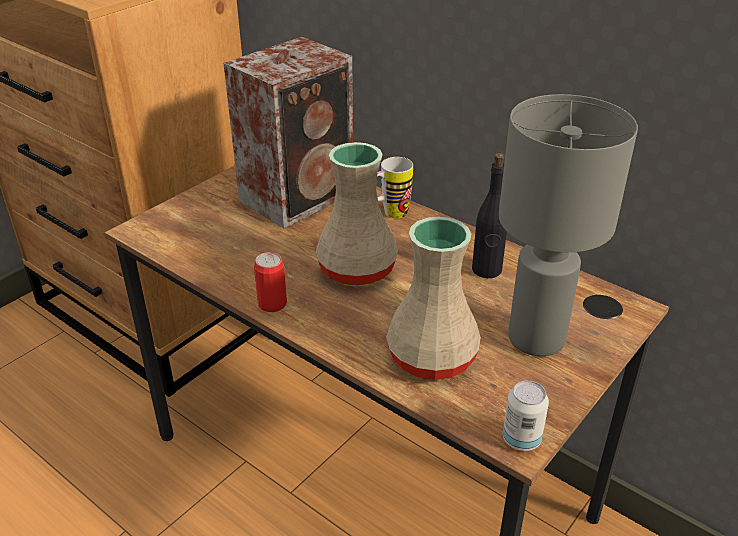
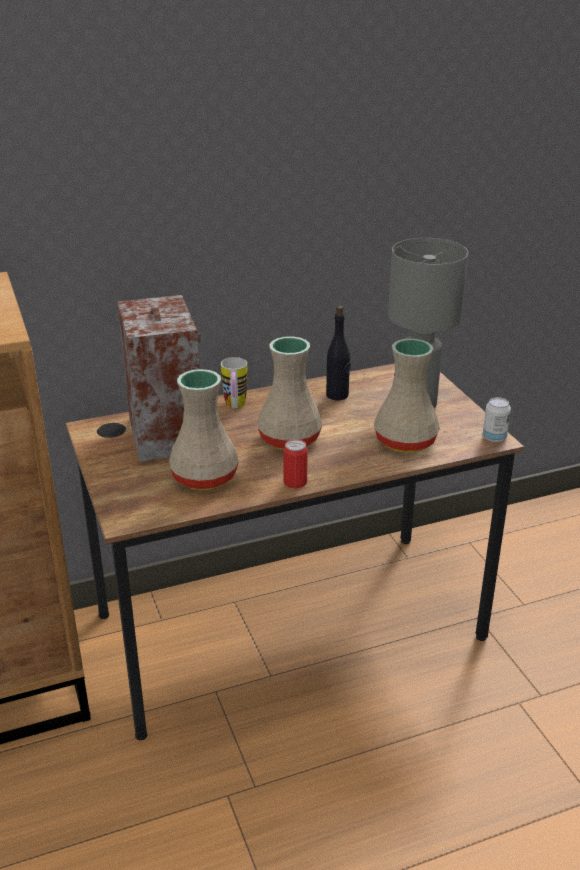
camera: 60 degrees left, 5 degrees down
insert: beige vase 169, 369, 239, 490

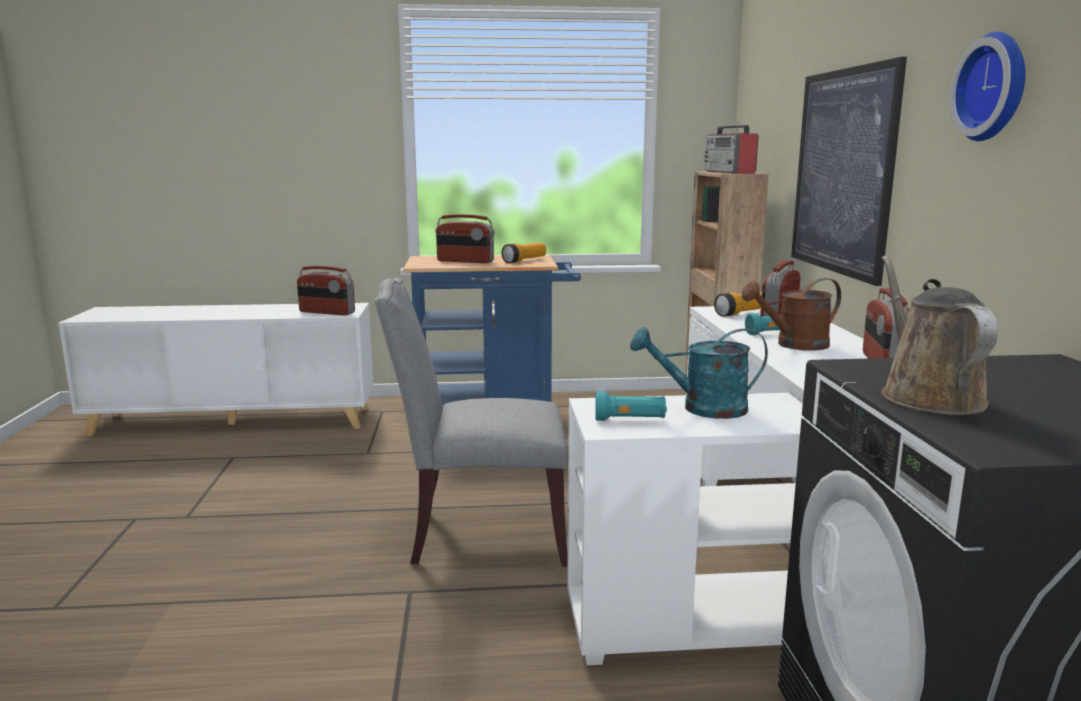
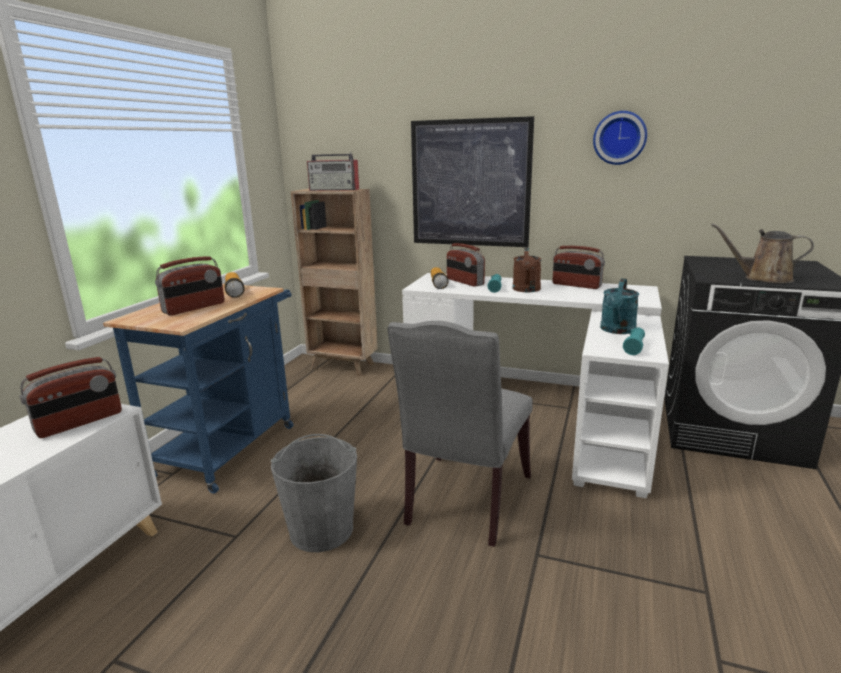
camera: 65 degrees left, 5 degrees up
insert: grey bucket 271, 434, 357, 552

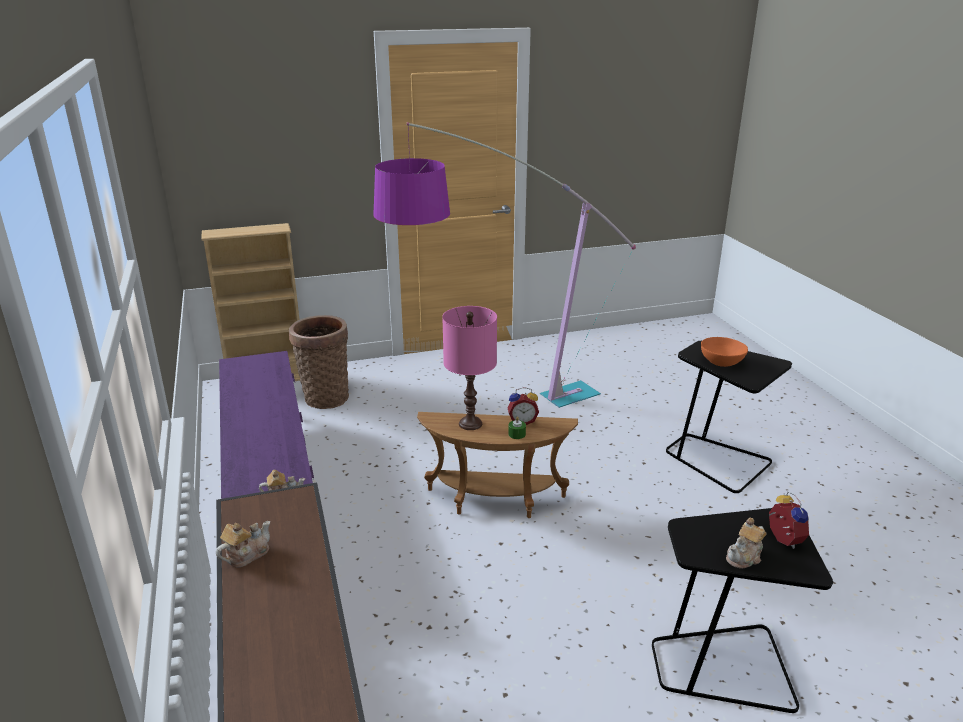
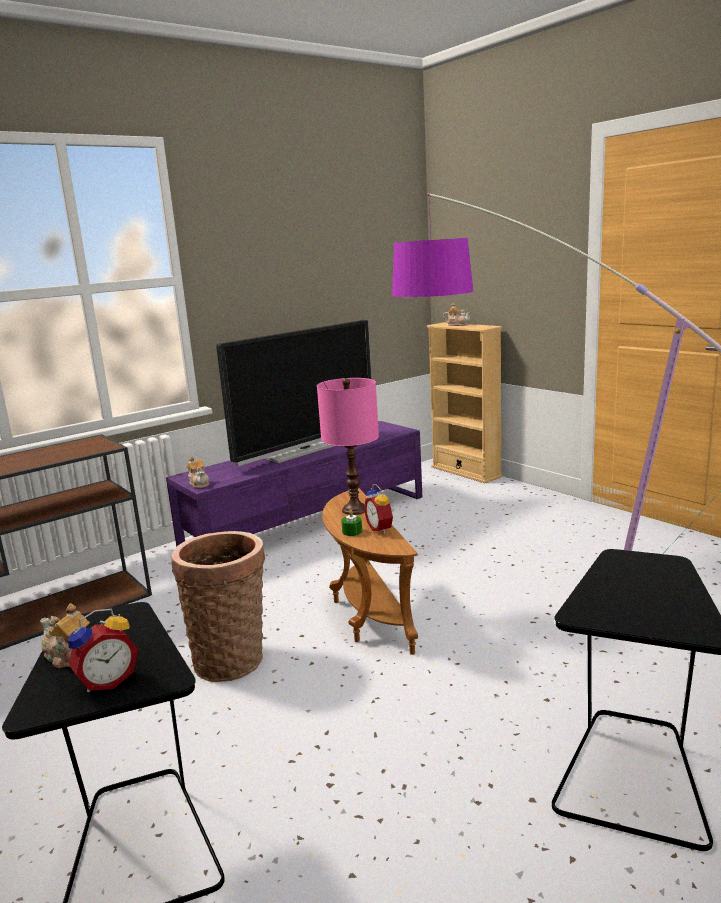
camera: 70 degrees right, 10 degrees down
delete: orange bowl 701, 337, 748, 367
insert: television 216, 320, 372, 466
move: basket 289, 315, 349, 409 to 171, 531, 265, 682; teapot 216, 521, 270, 568 to 443, 303, 471, 326

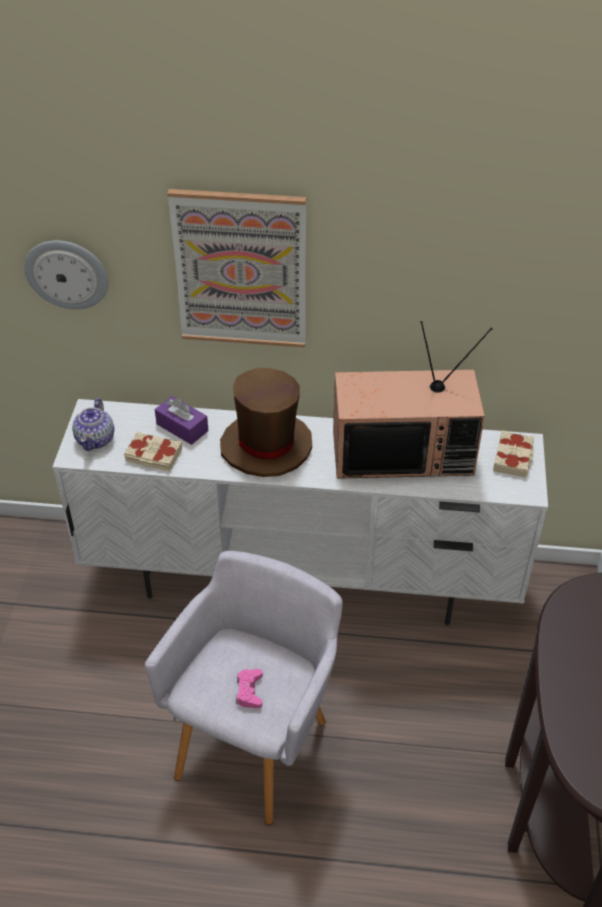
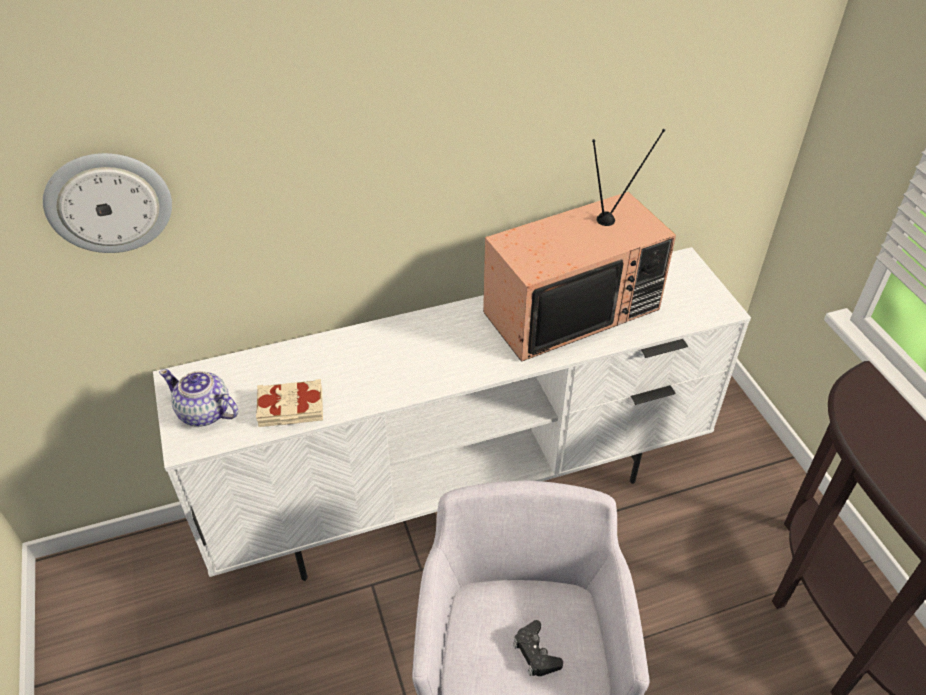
camera: 25 degrees left, 0 degrees up
delete: picture 167, 189, 306, 348; brown hat 220, 368, 312, 477; purple tissue box 155, 396, 208, 445; beige book 493, 430, 534, 478
recolor: pink game controller 236, 669, 263, 708 to black game controller 513, 620, 563, 676
rotate: teapot 72, 398, 114, 451 = 159, 369, 238, 426 135 degrees clockwise

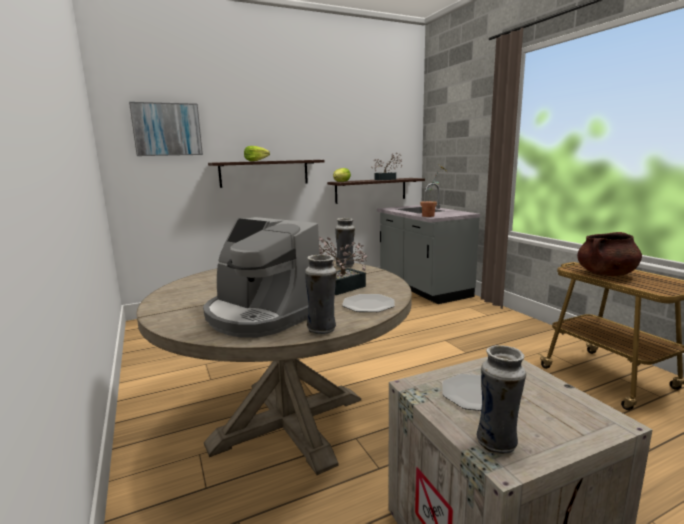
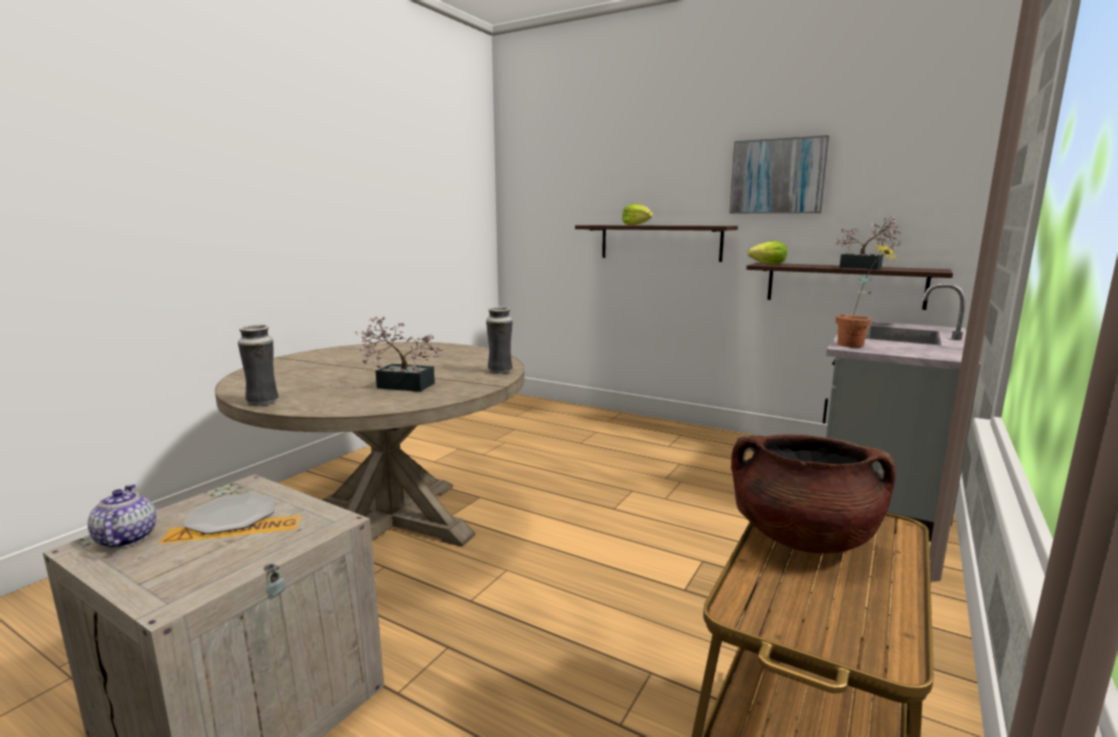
camera: 55 degrees right, 0 degrees up
delete: coffee machine 203, 217, 319, 338; plate 342, 294, 395, 312
move: picture 129, 102, 203, 156 to 729, 135, 829, 214
replace: vase 477, 345, 526, 455 to teapot 87, 484, 156, 548

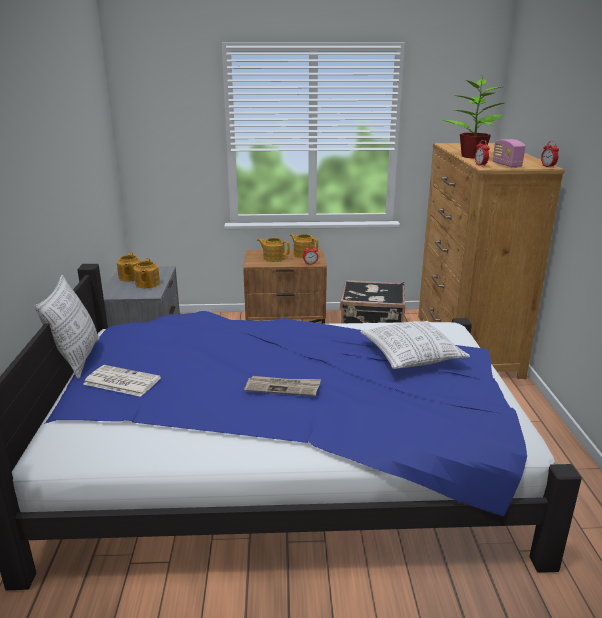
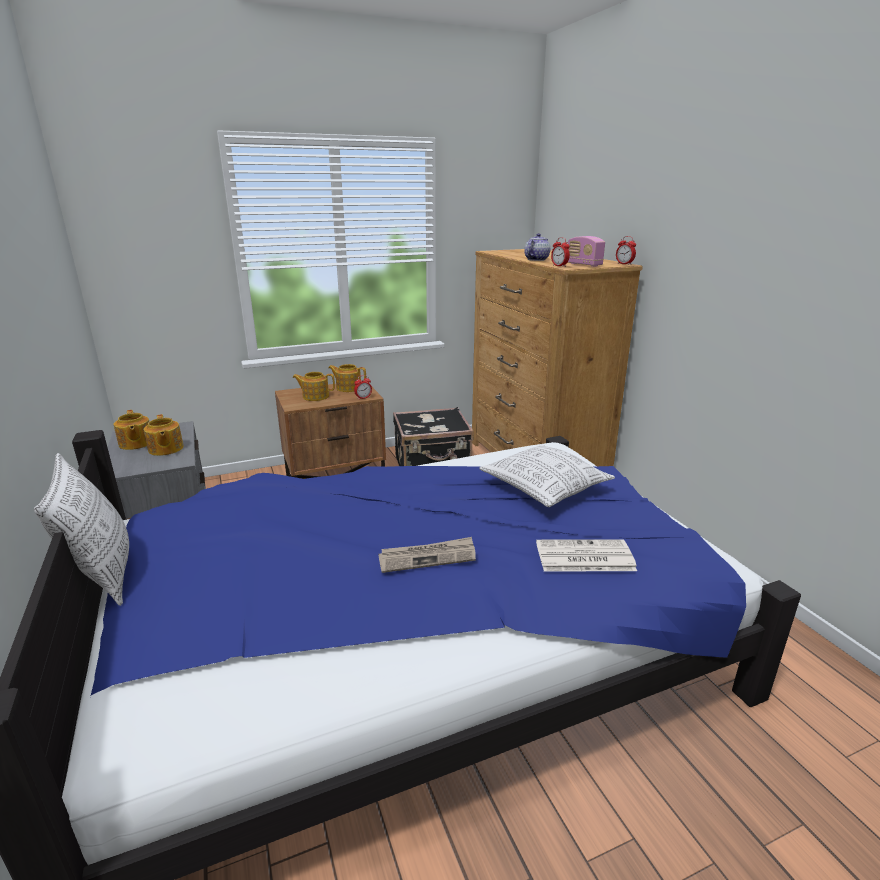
camera: 20 degrees left, 0 degrees up
move: newspaper 83, 365, 161, 397 to 536, 539, 637, 572
replace: potted plant 443, 79, 504, 159 to teapot 524, 233, 550, 261

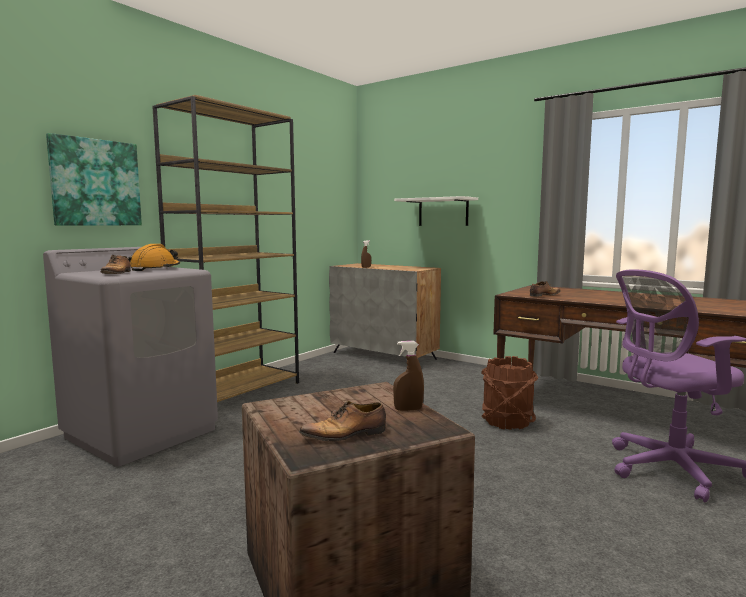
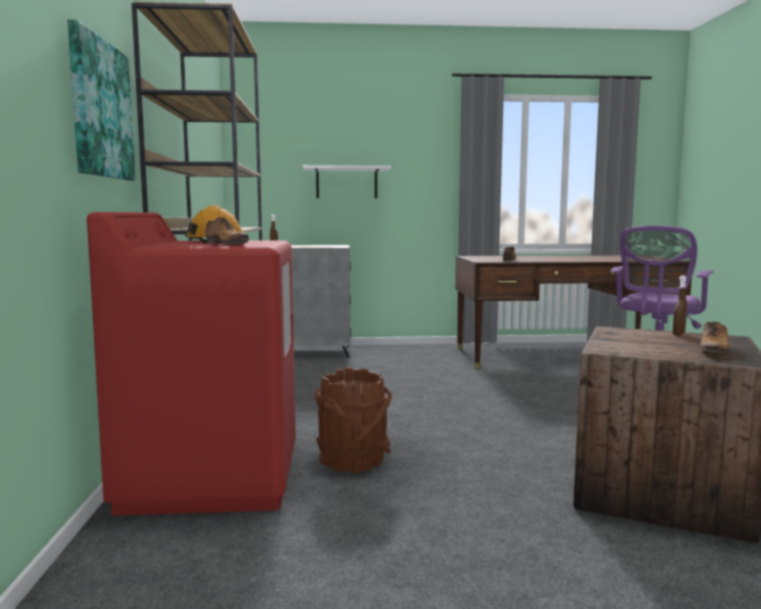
camera: 40 degrees left, 0 degrees up
move: brown bucket 481, 356, 538, 430 to 313, 367, 393, 473
recolor: grey washing machine 43, 247, 218, 467 to red washing machine 87, 212, 296, 516

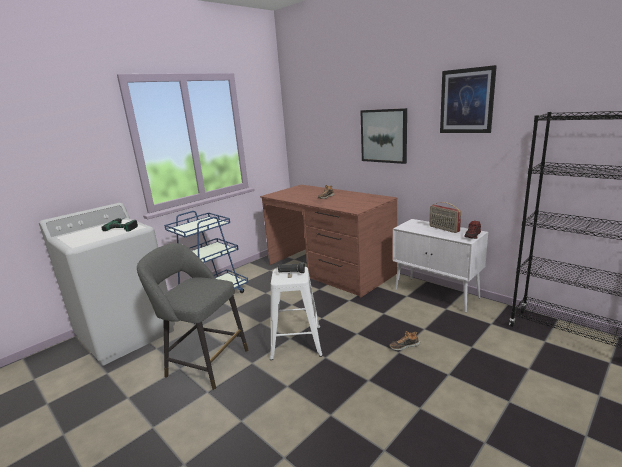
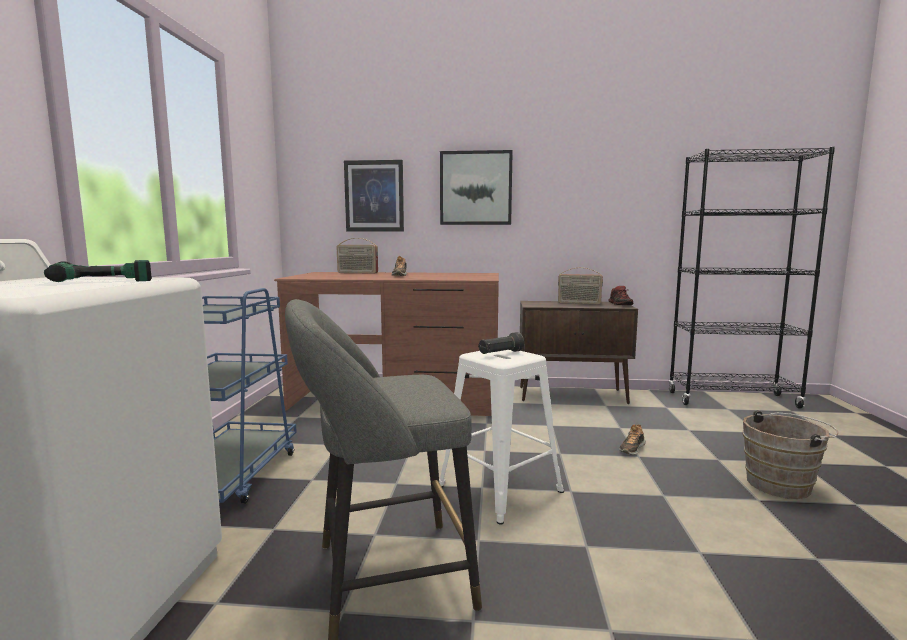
camera: 40 degrees left, 10 degrees down
insert: radio 337, 238, 378, 274; brown bucket 742, 411, 838, 499
move: picture 440, 65, 497, 133 to 344, 160, 404, 232
recolor: white cabinet 393, 219, 488, 313 to brown cabinet 520, 301, 638, 404

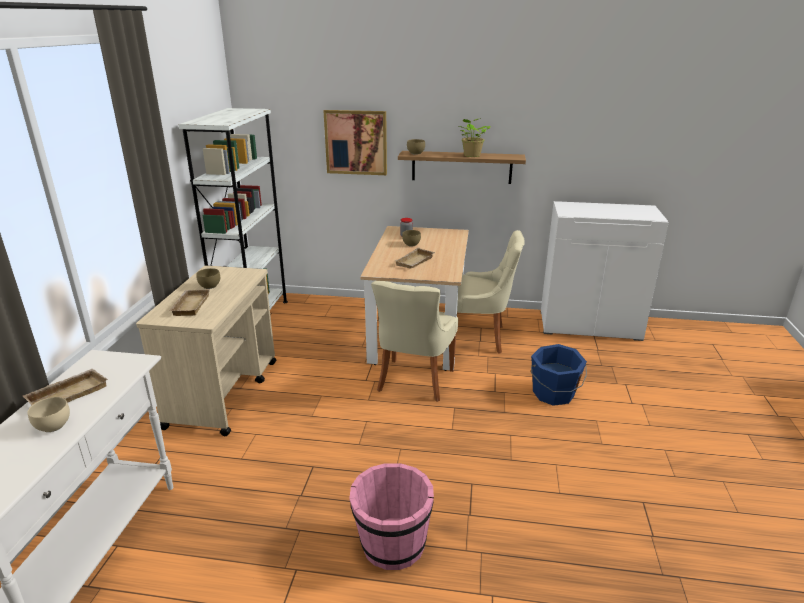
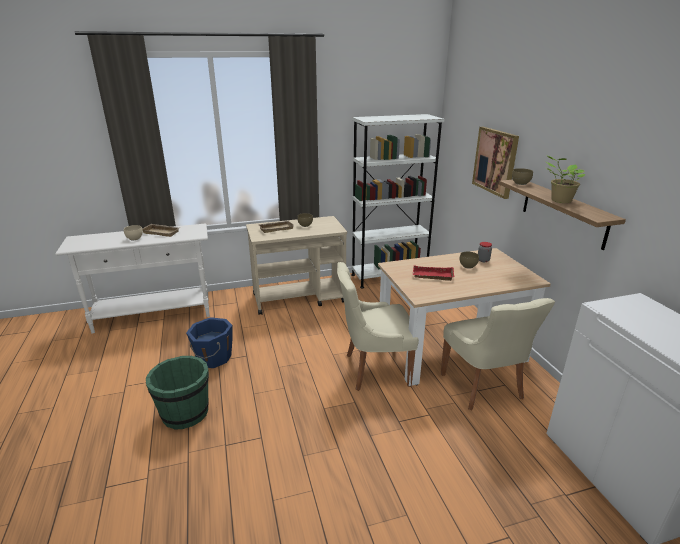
camera: 65 degrees right, 0 degrees up
move: blue bucket 531, 344, 587, 406 to 186, 317, 232, 368
recolor: beige tray 395, 247, 435, 269 to red tray 413, 265, 454, 281; pink bucket 349, 463, 434, 570 to green bucket 146, 356, 209, 430

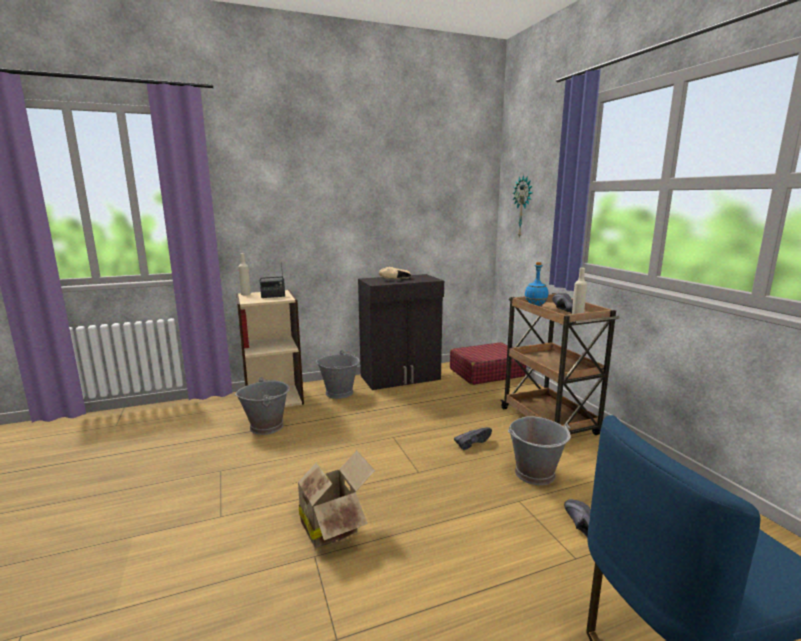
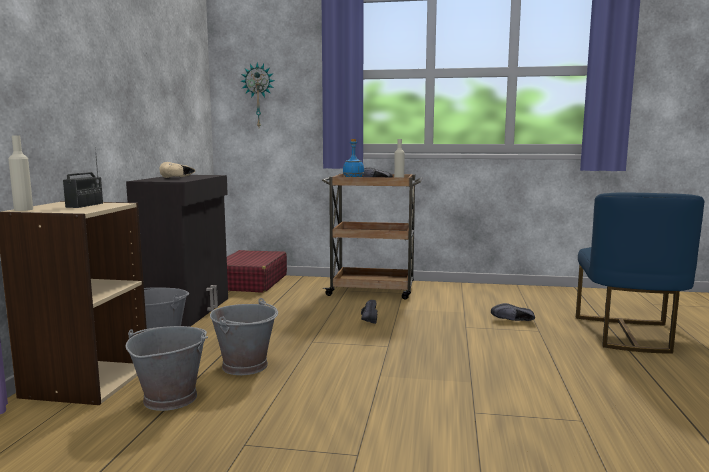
camera: 60 degrees left, 5 degrees down
delete: cardboard box 293, 451, 375, 548
move: grey bucket 508, 416, 571, 485 to 210, 298, 278, 375

